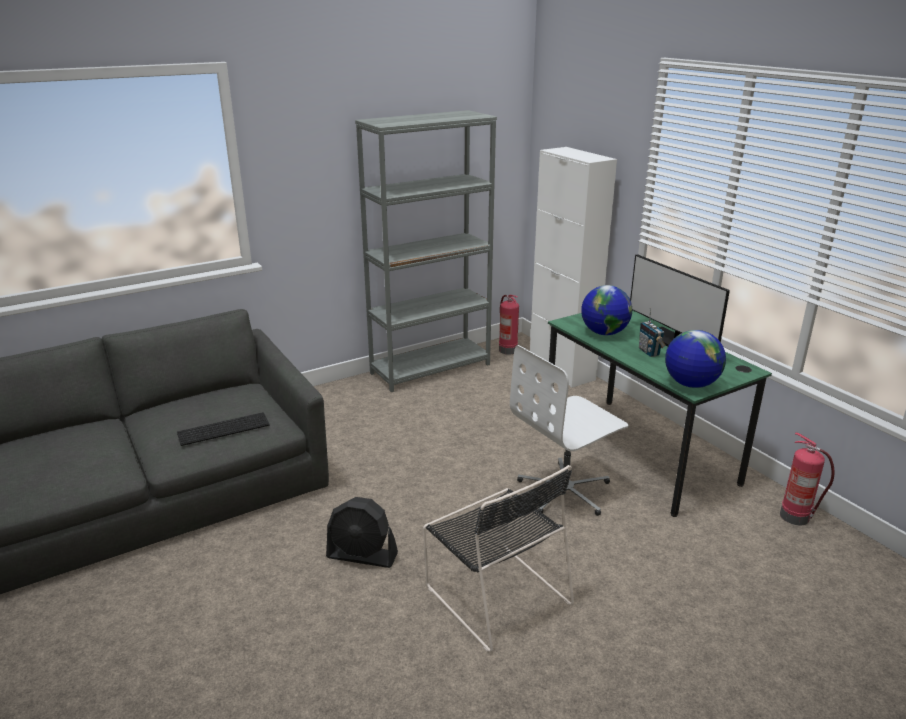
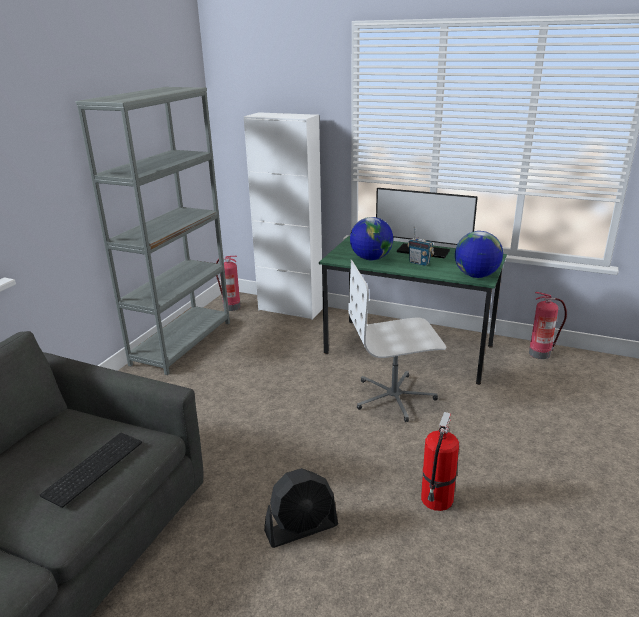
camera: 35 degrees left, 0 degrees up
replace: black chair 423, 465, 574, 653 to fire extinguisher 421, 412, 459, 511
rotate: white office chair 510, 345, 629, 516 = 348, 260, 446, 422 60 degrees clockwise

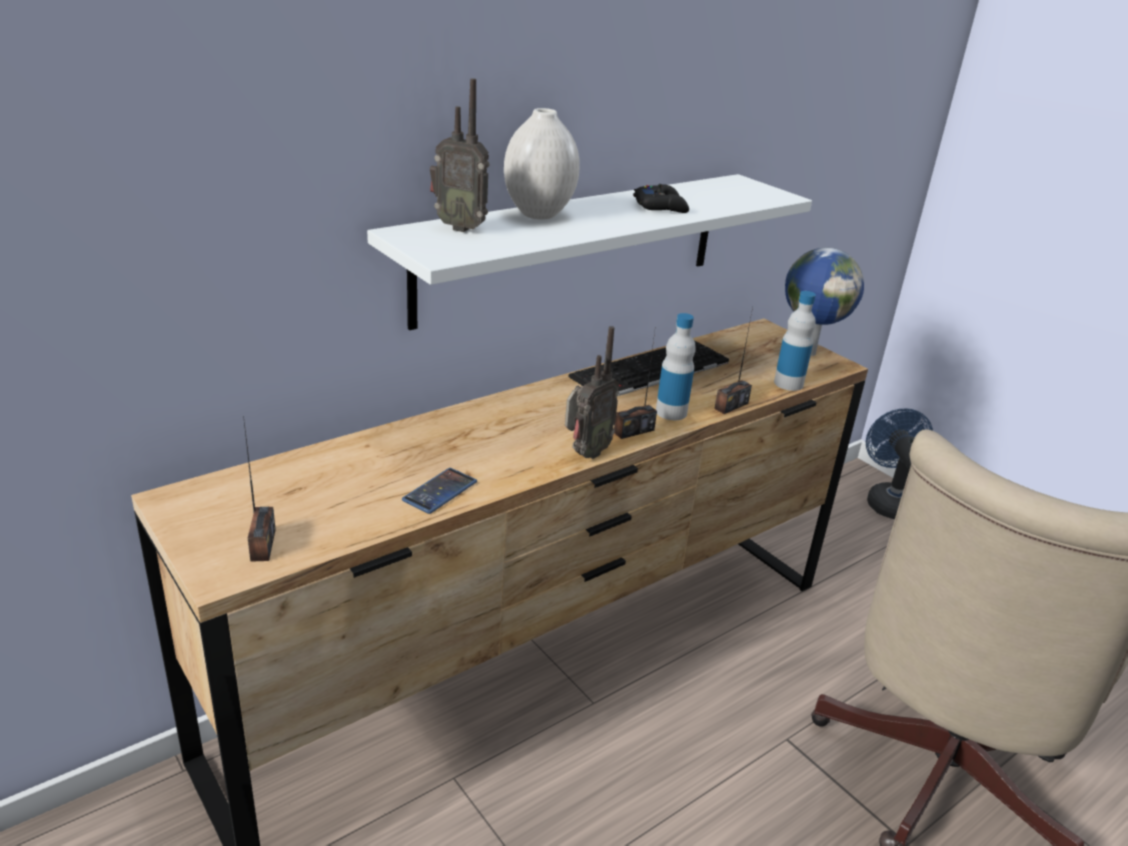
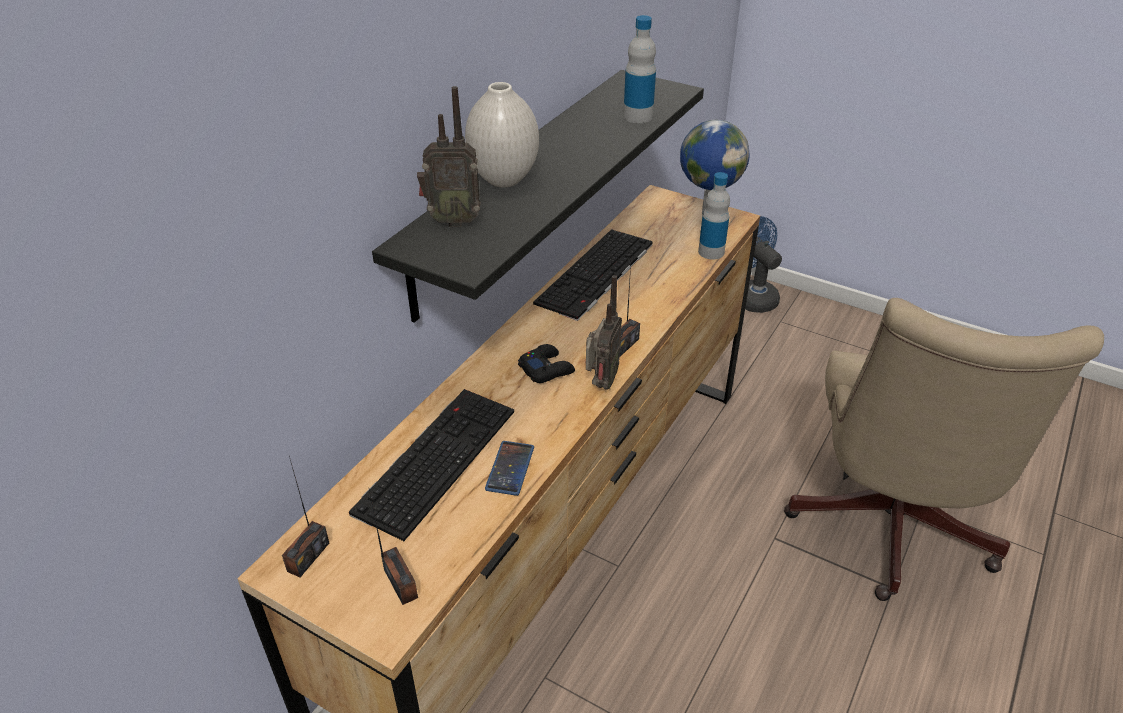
camera: 20 degrees left, 10 degrees up
insert: keyboard 349, 389, 514, 541
move: black game controller 633, 184, 689, 213 to 518, 344, 575, 383; radio 714, 307, 753, 414 to 282, 456, 329, 577; bottle 656, 313, 696, 420 to 623, 15, 656, 123
recolor: white shelf 367, 174, 812, 330 to black shelf 372, 70, 704, 323

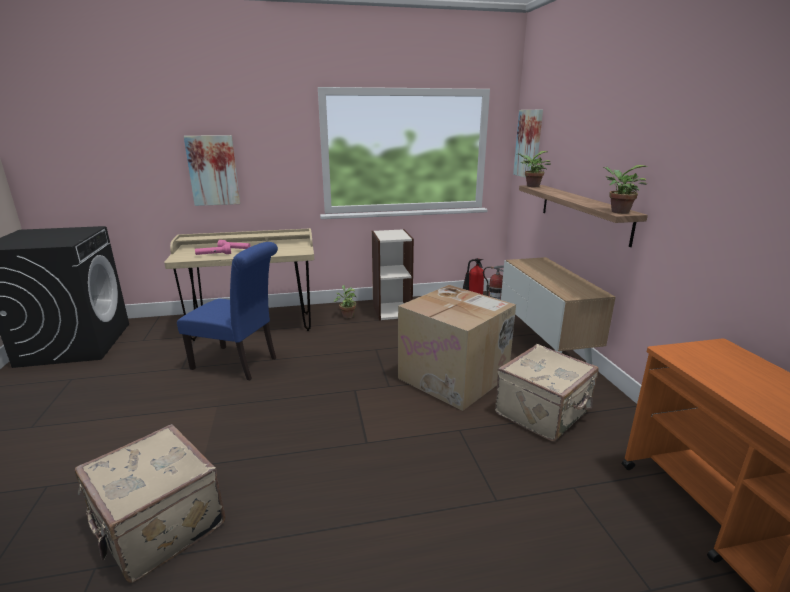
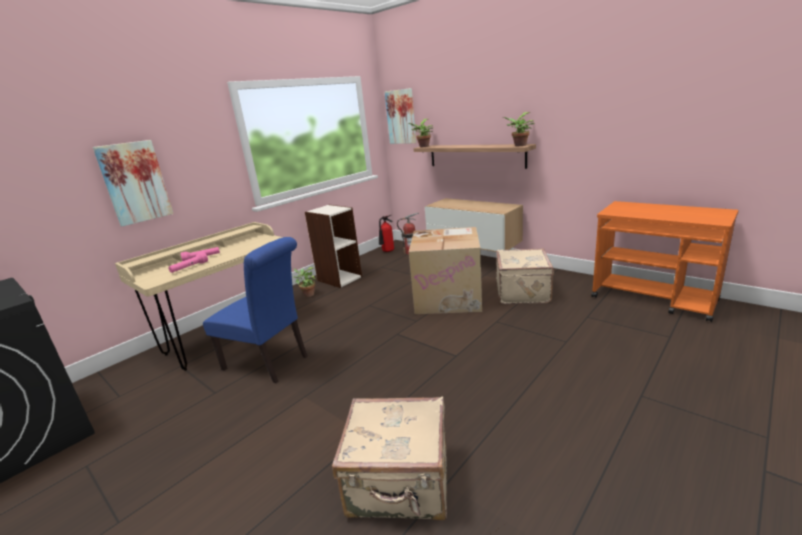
camera: 35 degrees left, 0 degrees up
rotate: blue chair 177, 242, 278, 380 = 203, 237, 308, 383 45 degrees clockwise

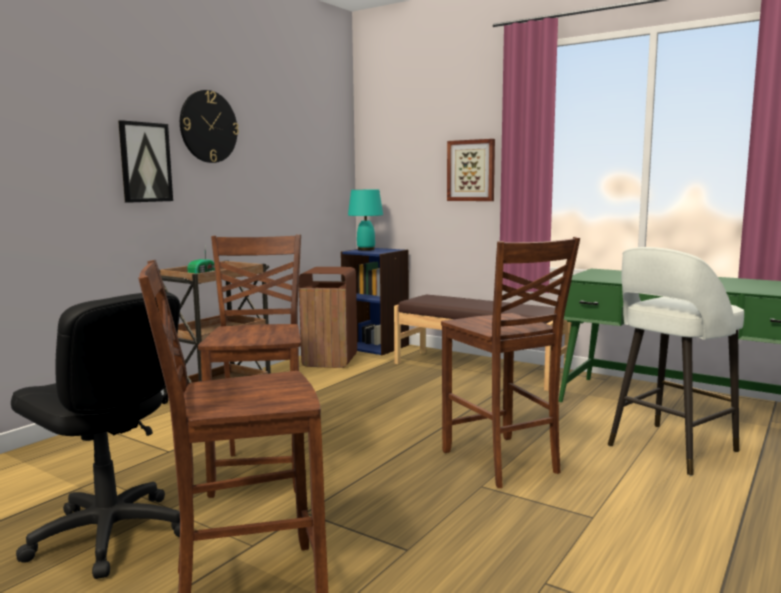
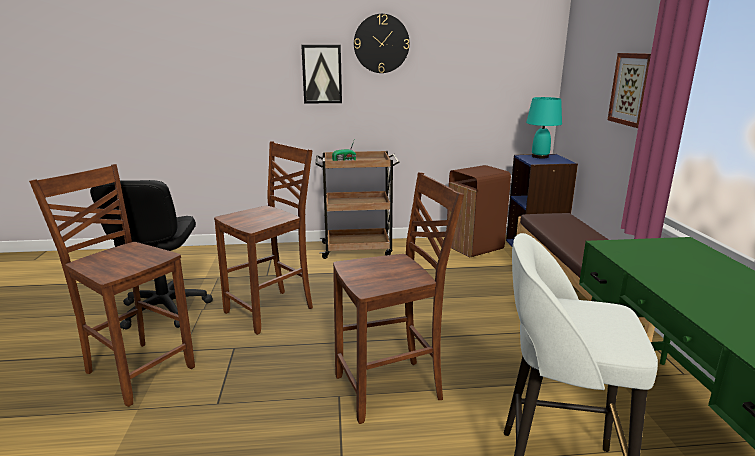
camera: 50 degrees right, 10 degrees up
rotate: brown chair 441, 237, 580, 488 = 333, 172, 464, 424 135 degrees counterclockwise

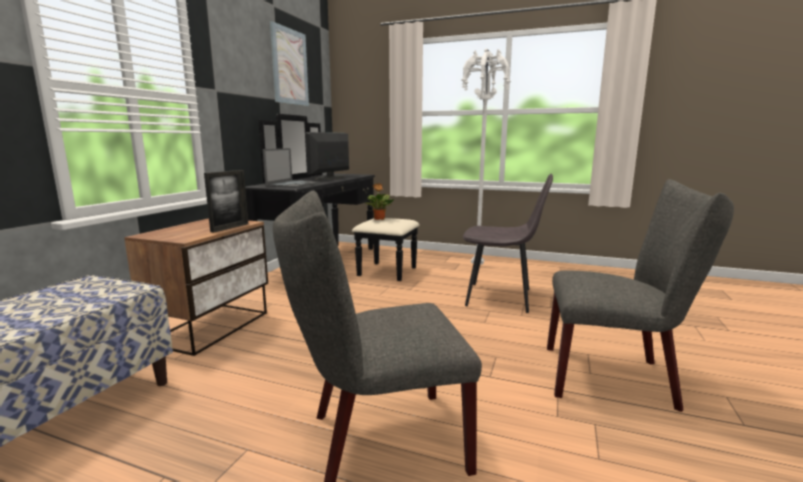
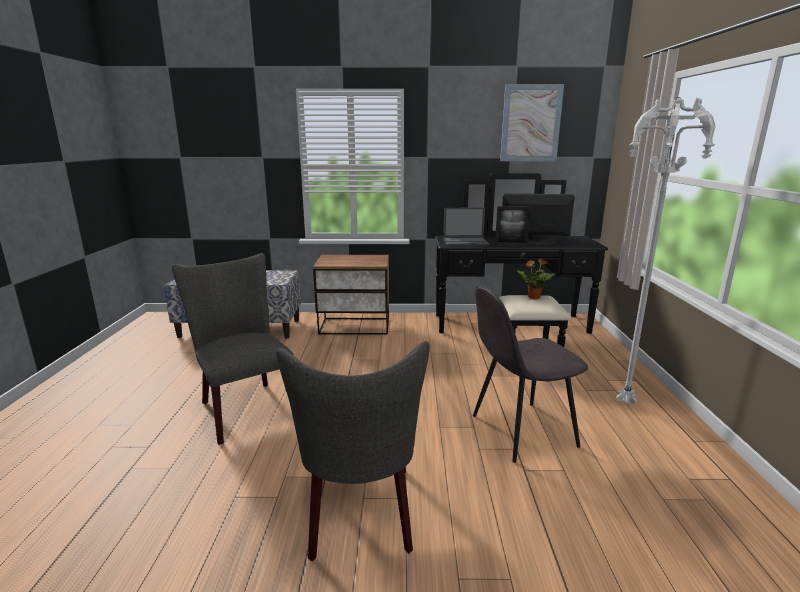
camera: 70 degrees right, 5 degrees up
move: picture frame 204, 170, 248, 233 to 495, 206, 531, 247
rotate: grey chair 463, 174, 553, 313 = 473, 286, 588, 463 75 degrees clockwise

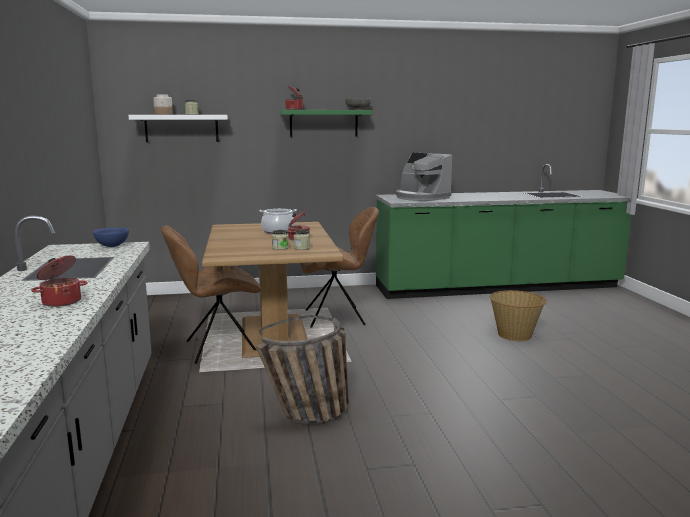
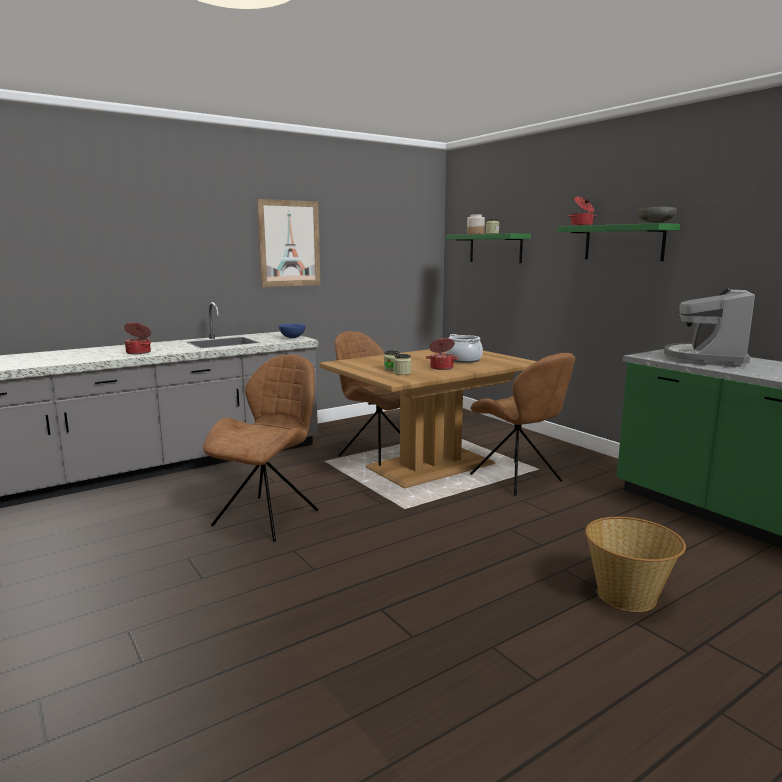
camera: 65 degrees right, 0 degrees up
insert: picture 257, 199, 320, 287
replace: basket 256, 315, 349, 425 to brown chair 203, 355, 318, 542
recolor: white shelf 128, 115, 228, 143 to green shelf 446, 234, 531, 263

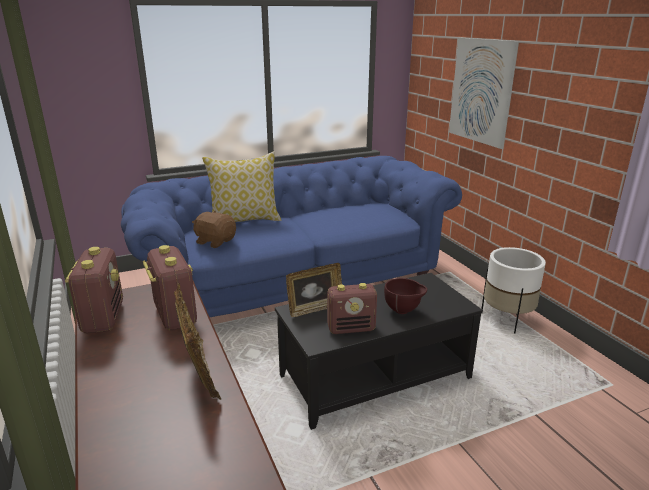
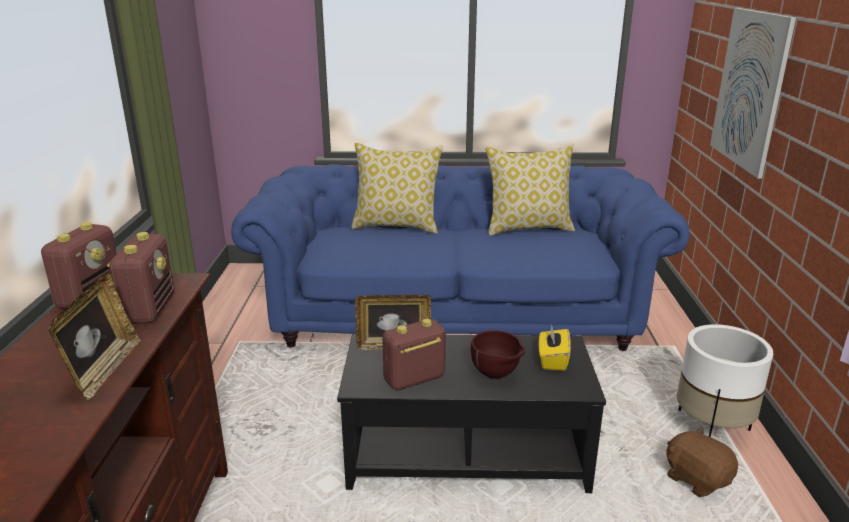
camera: 25 degrees right, 0 degrees up
insert: pillow 485, 144, 575, 236; yellow tissue box 539, 324, 571, 371
move: brown plush toy 192, 211, 236, 248 to 666, 428, 738, 497
rotate: radio 327, 283, 377, 334 = 382, 319, 446, 390 135 degrees clockwise

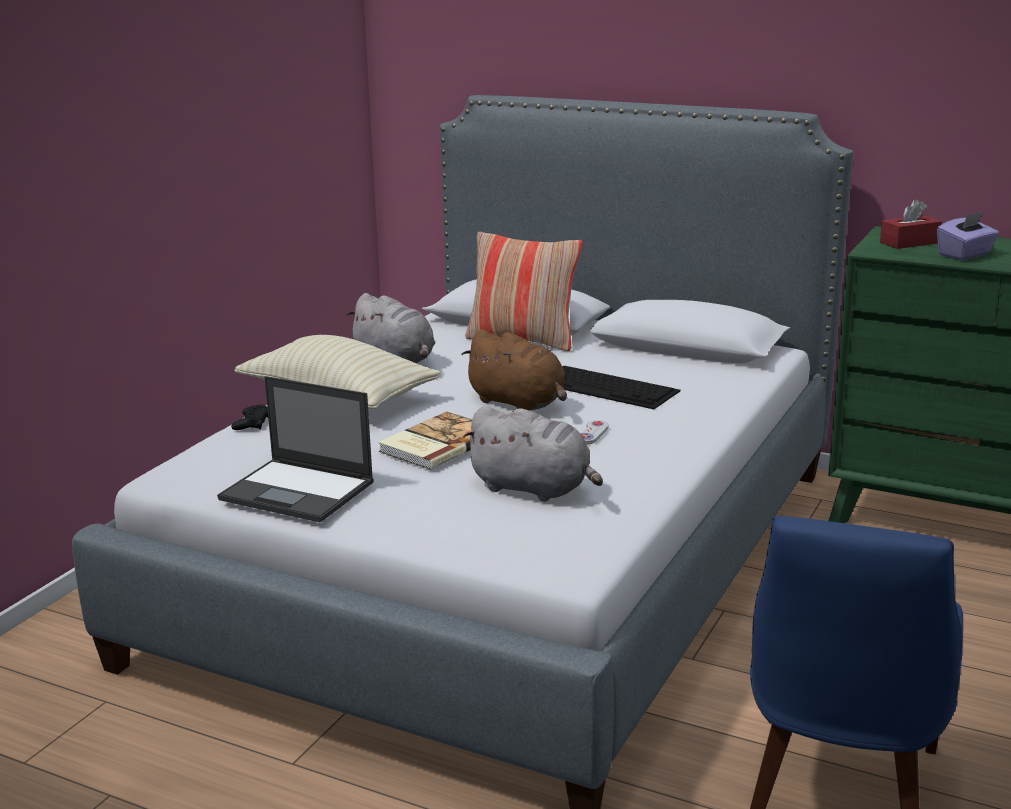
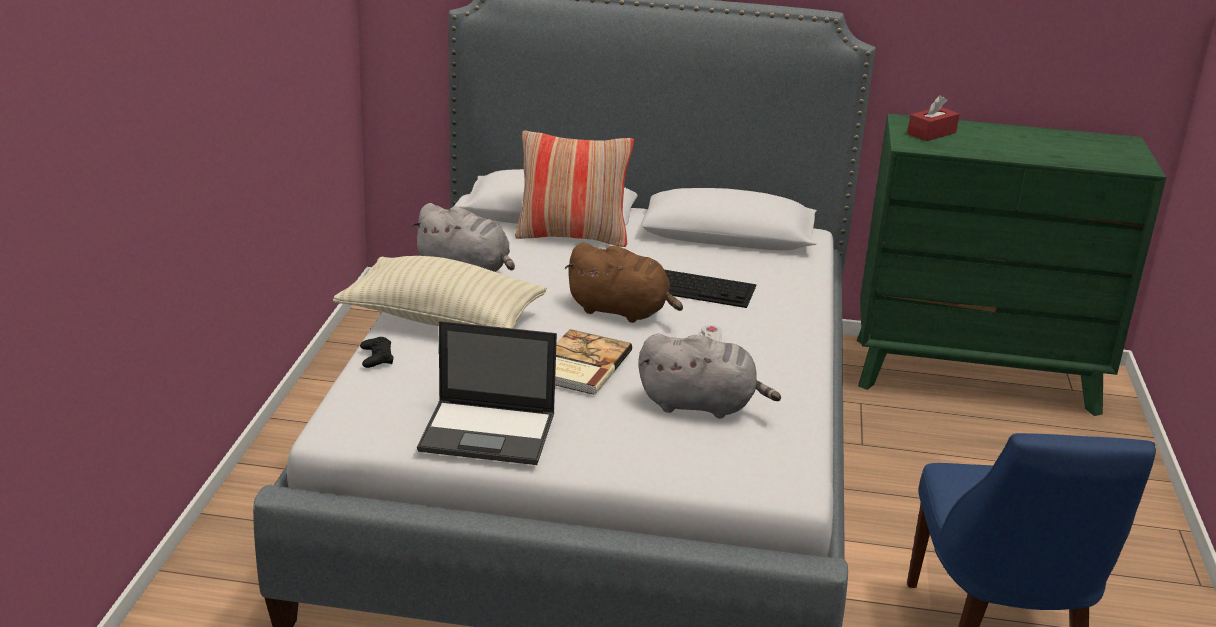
camera: 20 degrees left, 5 degrees up
delete: purple tissue box 937, 212, 999, 261

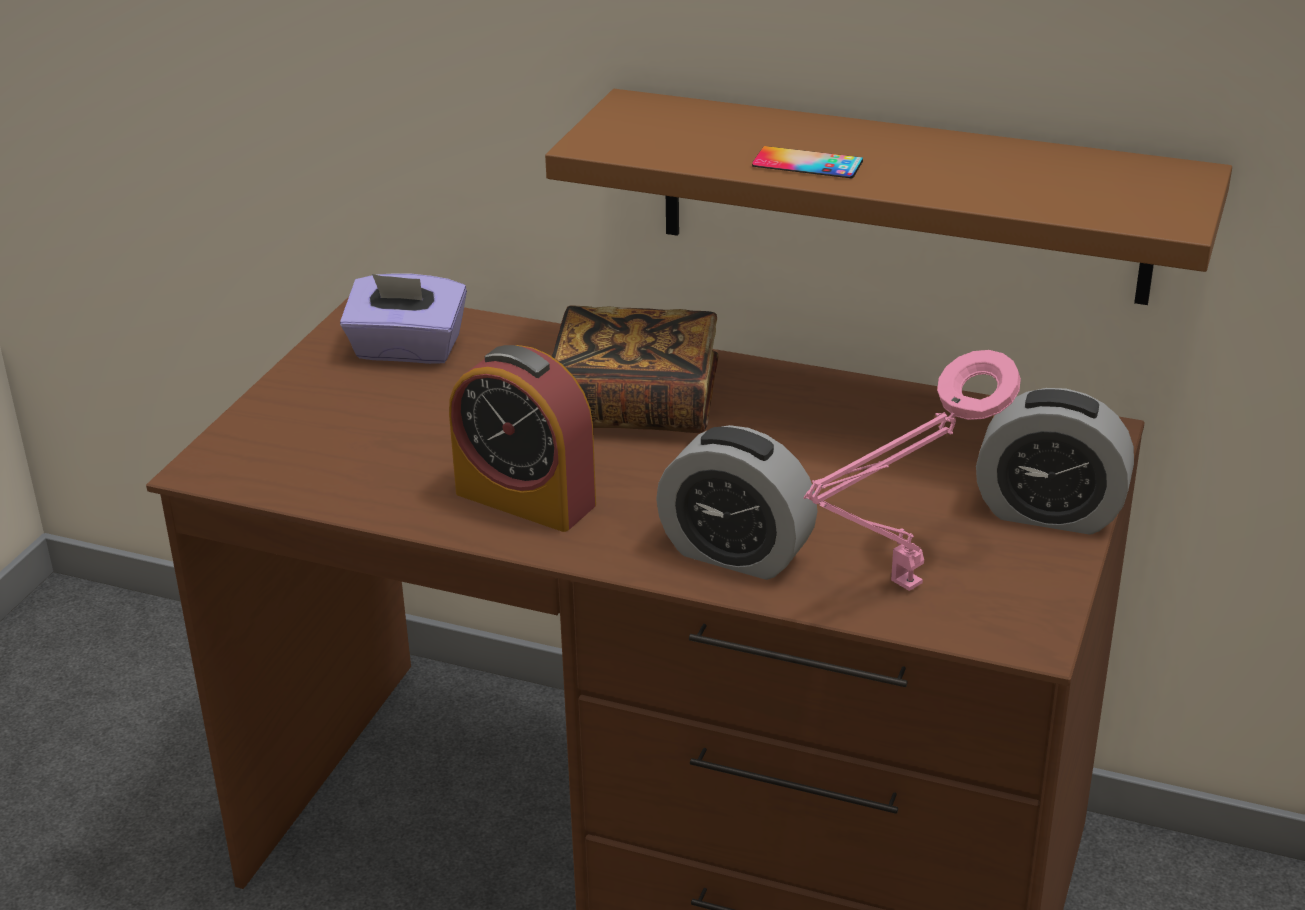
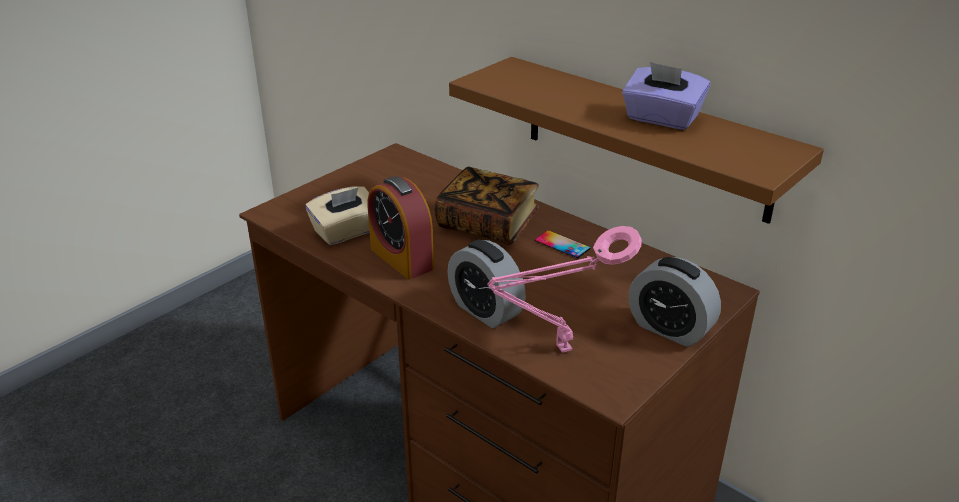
camera: 20 degrees right, 0 degrees up
insert: beige tissue box 305, 186, 370, 245
move: phone 752, 146, 863, 178 to 535, 230, 591, 258; purple tissue box 340, 274, 467, 364 to 622, 62, 710, 130

